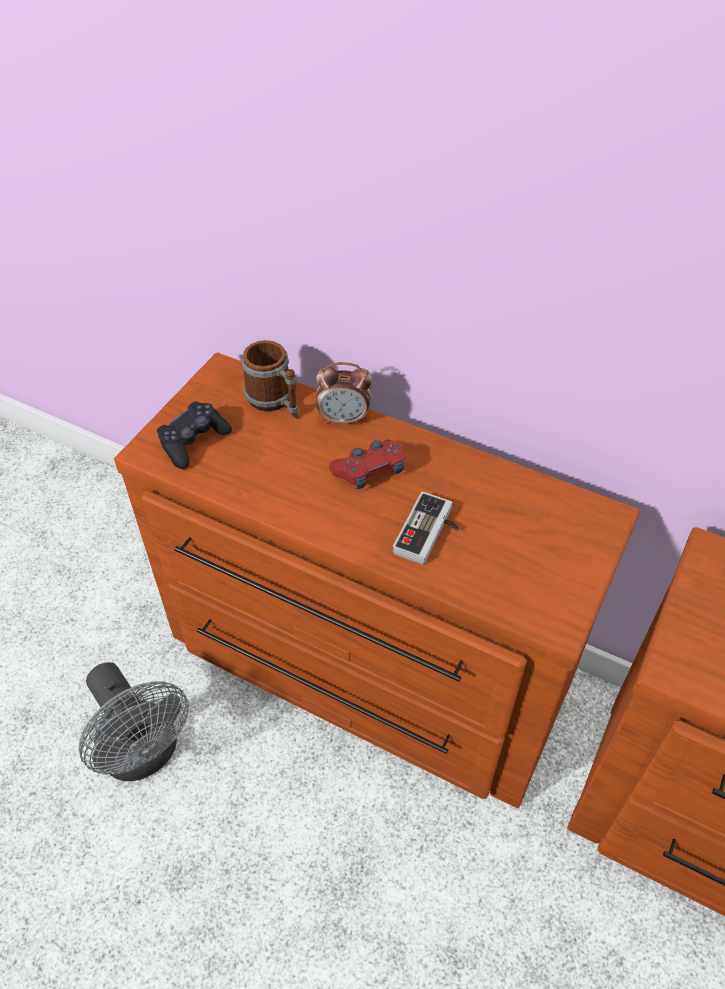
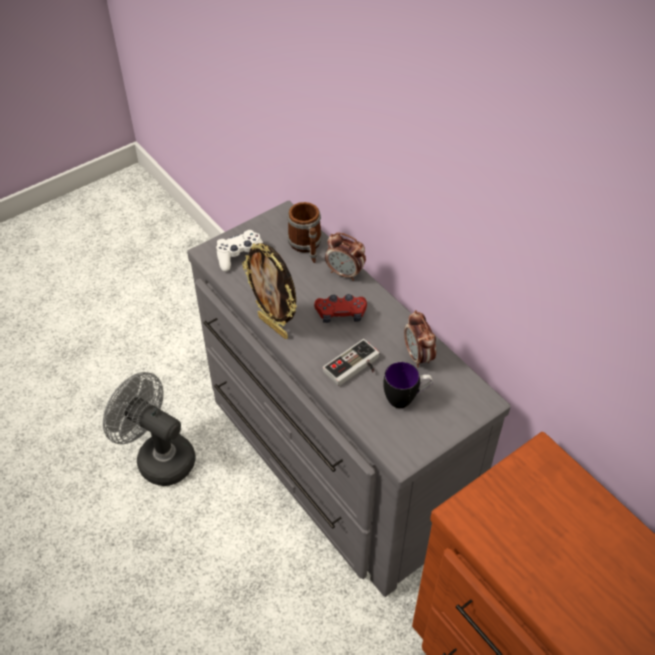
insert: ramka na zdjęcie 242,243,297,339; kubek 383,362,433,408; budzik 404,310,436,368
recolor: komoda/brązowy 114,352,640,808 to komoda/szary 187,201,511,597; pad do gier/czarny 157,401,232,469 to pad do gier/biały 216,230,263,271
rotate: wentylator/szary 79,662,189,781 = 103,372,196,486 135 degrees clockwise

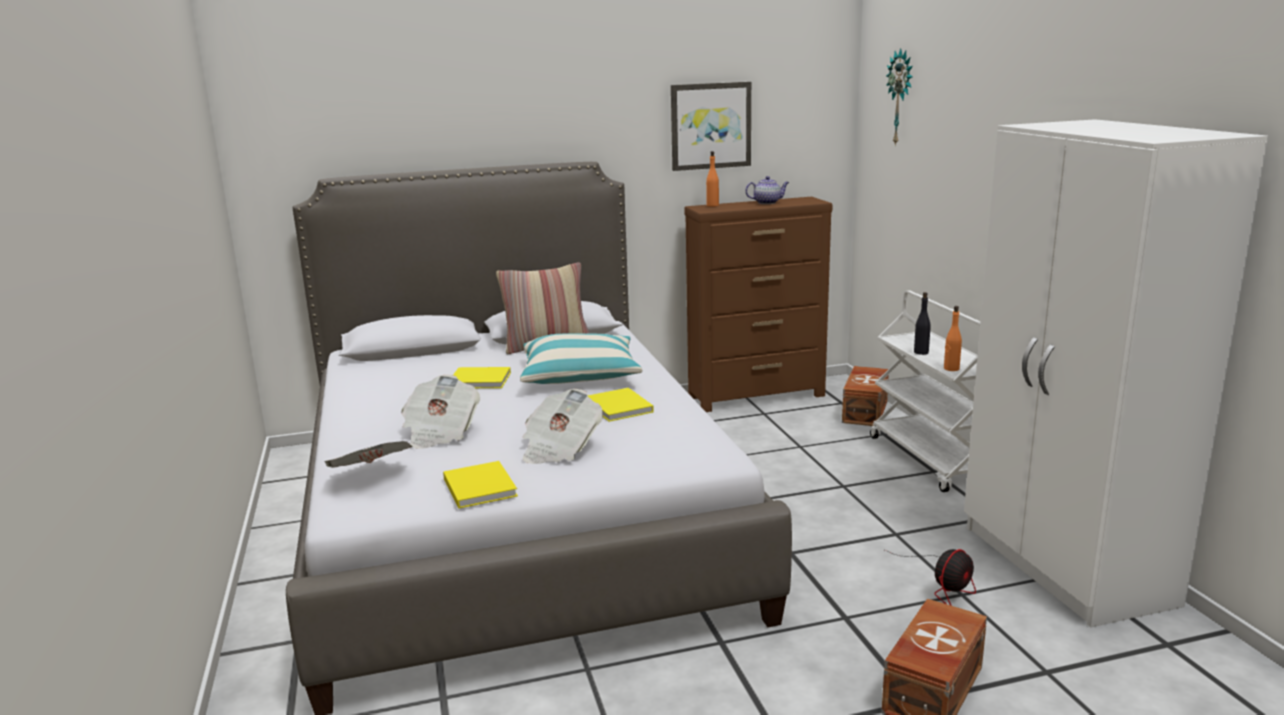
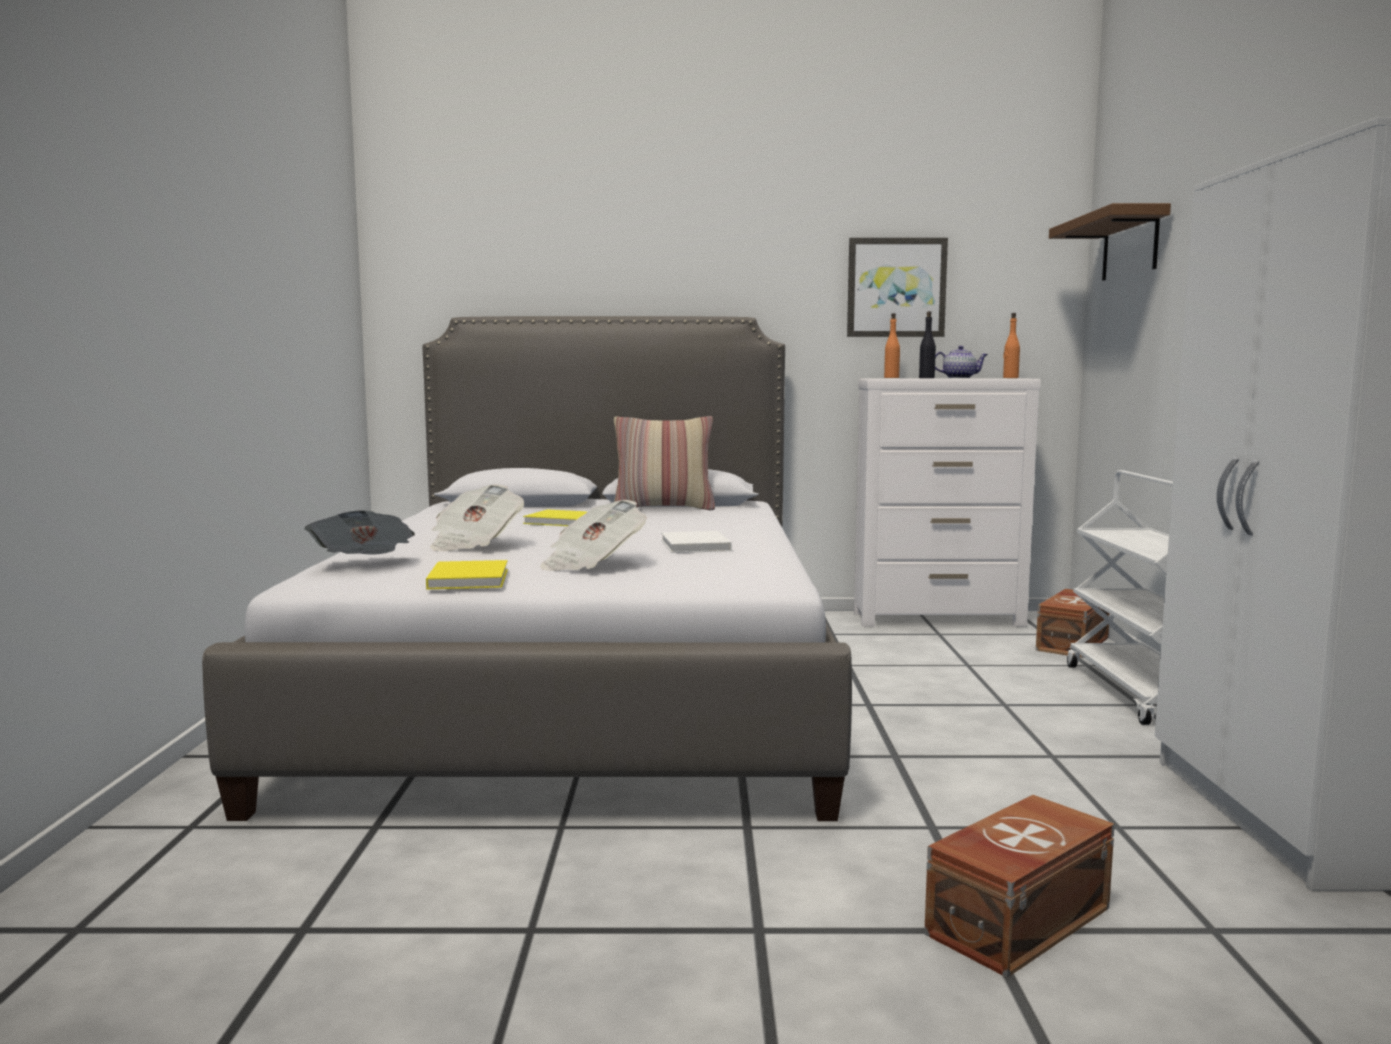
delete: poduszka 520,333,642,384; wentylator 885,549,976,606
move: butelka/czarny 914,292,931,355 to 919,311,936,378; butelka/pomarańczowy 944,306,962,371 to 1003,313,1020,378
replace: zegar ścienny 886,48,913,146 to półka/brązowy 1049,203,1171,281
recolor: książka/żółty 588,388,654,422 to książka/biały 661,531,732,553; komoda/brązowy 684,197,833,412 to komoda/biały 854,378,1041,627

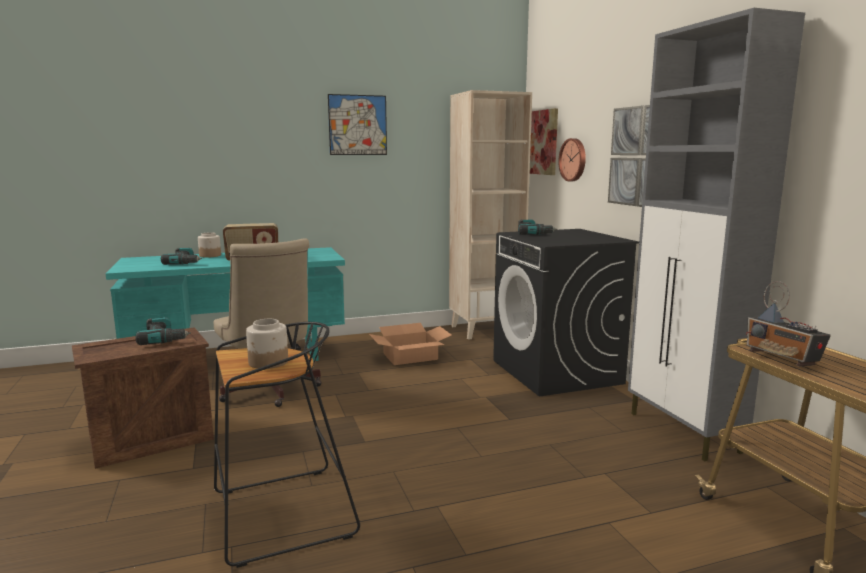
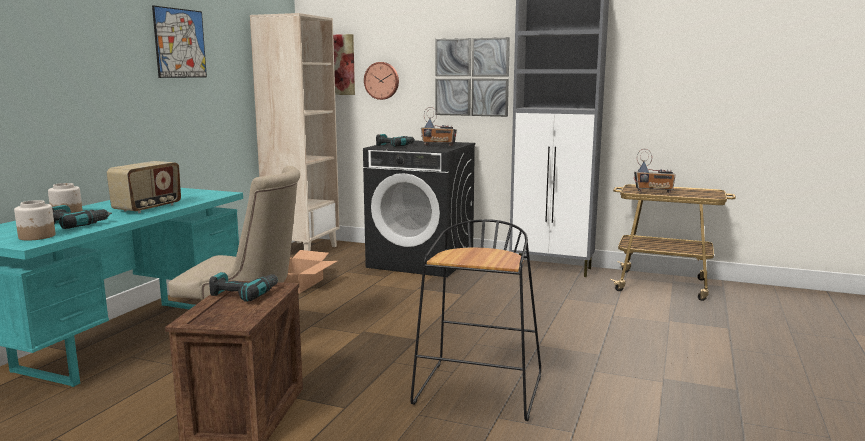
insert: radio 421,107,457,146
move: słoik 246,319,288,369 to 14,200,56,241

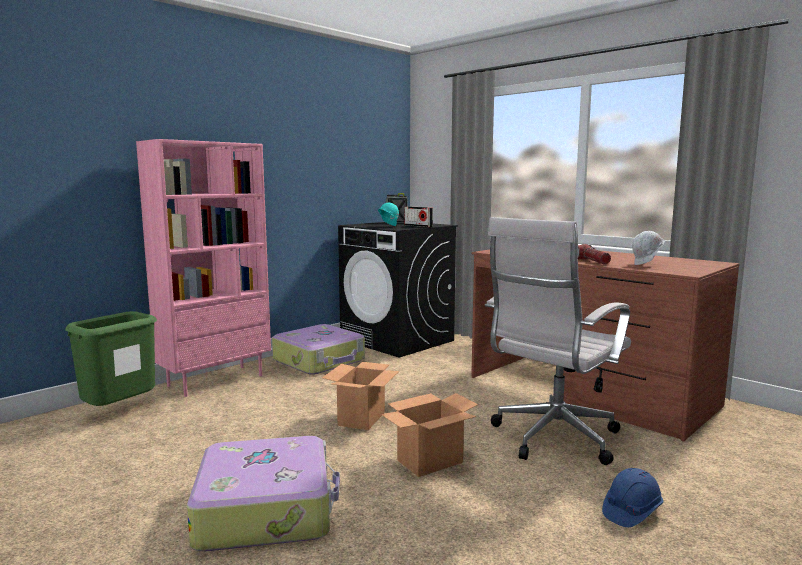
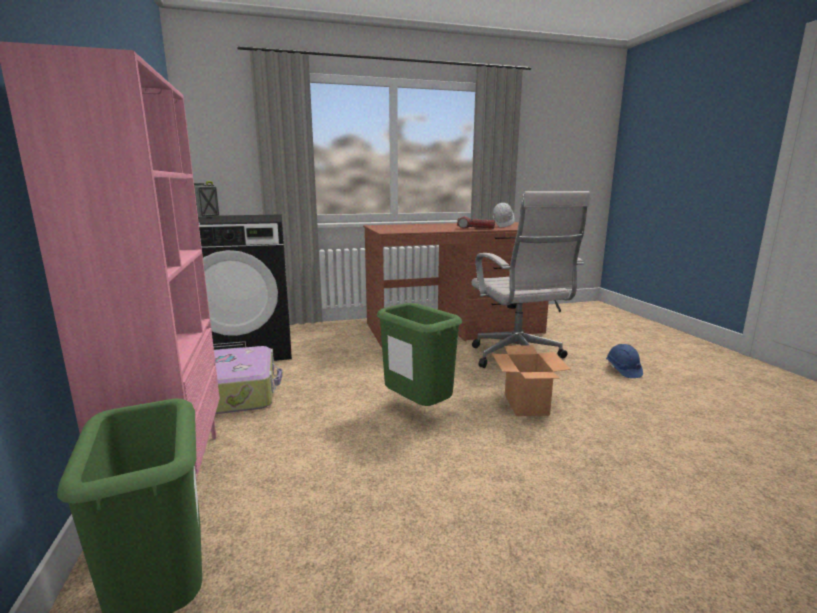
delete: walizka 187,436,340,551; kask/turkusowy 378,202,399,226; radio 405,206,433,227
replace: karton 322,362,399,430 to kosz na śmieci/zielony 377,303,462,406

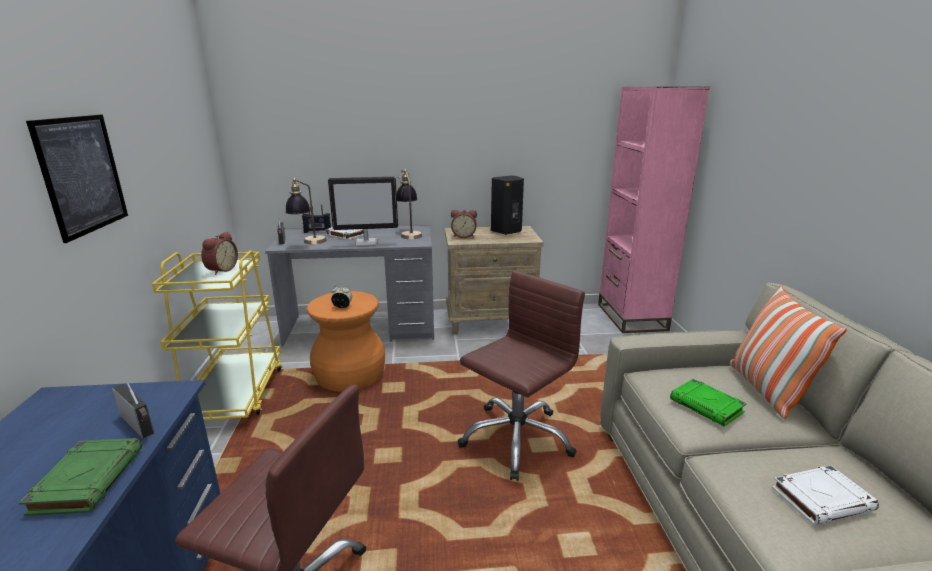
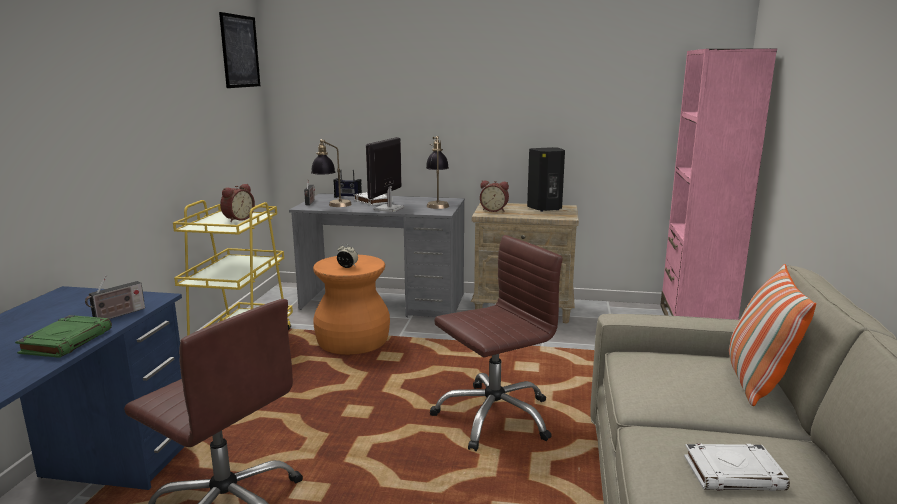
delete: książka/zielony 670,379,747,426
move: obraz 26,115,128,243 to 219,12,260,88
rotate: radio 112,382,154,438 = 85,275,145,319 75 degrees clockwise; monitor 328,177,398,247 = 366,137,404,212 105 degrees clockwise

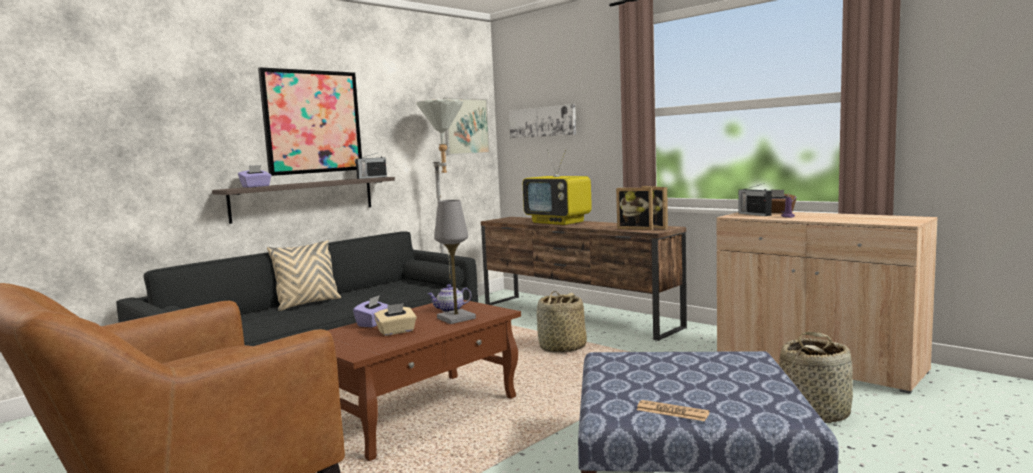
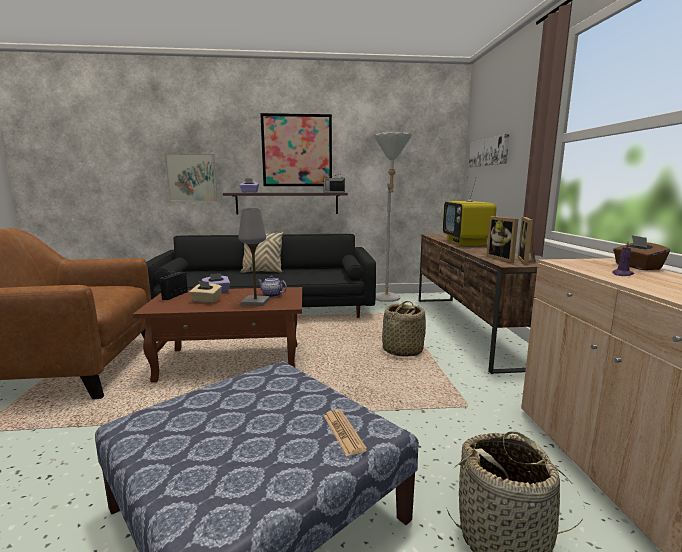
move: obraz 443,98,490,155 to 164,153,217,202; gazeta 636,400,710,421 to 324,409,367,456; radio 738,183,772,216 to 160,271,188,300

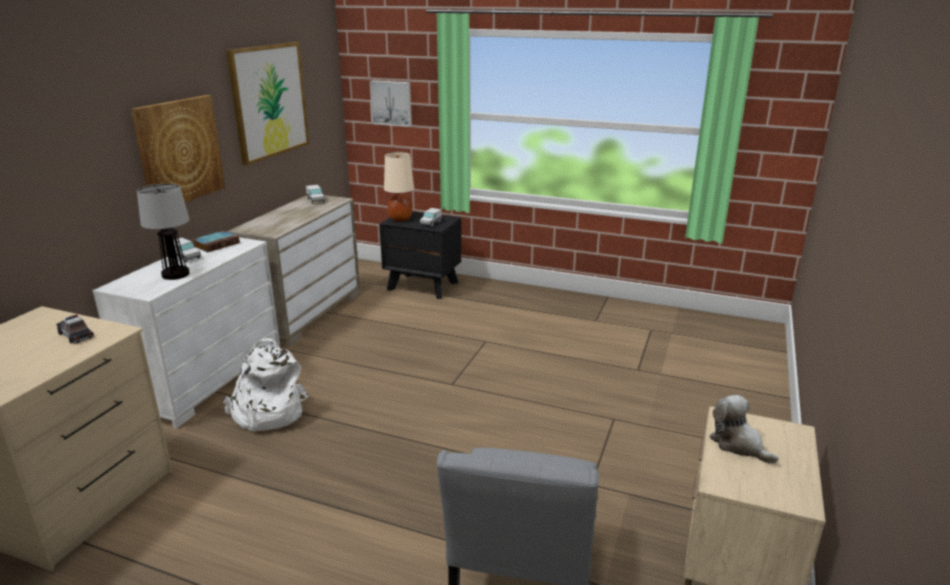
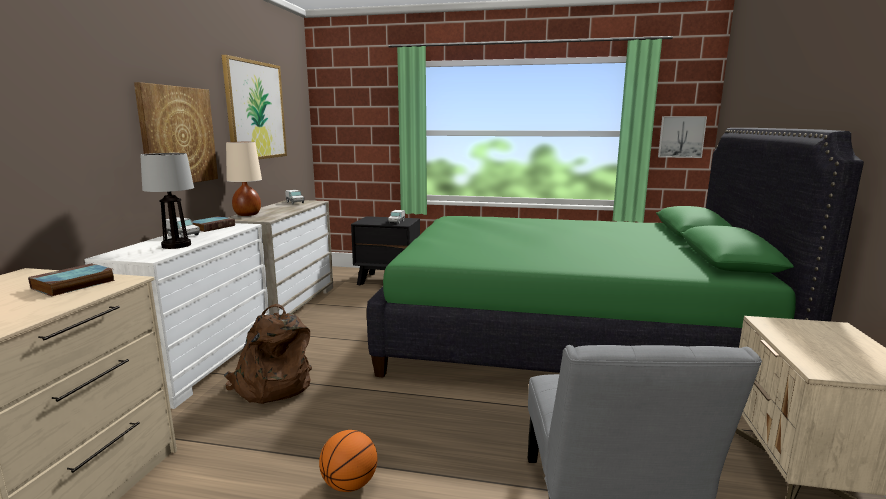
delete: pluszak 709,395,779,464
insert: piłka do koszykówki 319,430,377,492; łóżko/zielony 367,128,864,378
move: obraz 370,80,412,127 to 658,116,707,158; lampa stołowa/beżowy 384,152,414,222 to 226,142,262,216
replace: samochodzik 56,314,94,343 to książka 28,263,115,296
recolor: plecak/biały 222,338,308,432 to plecak/brązowy 224,304,312,404

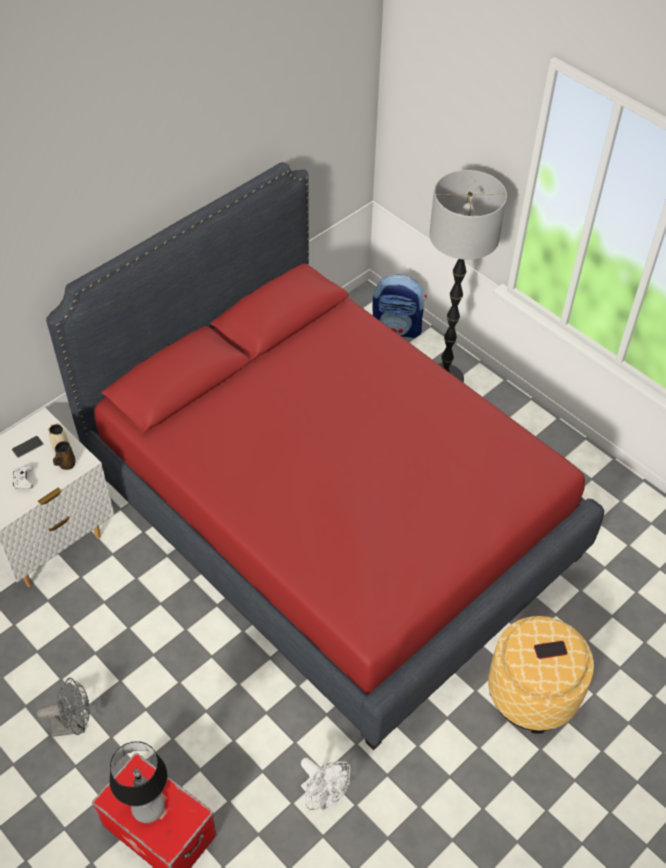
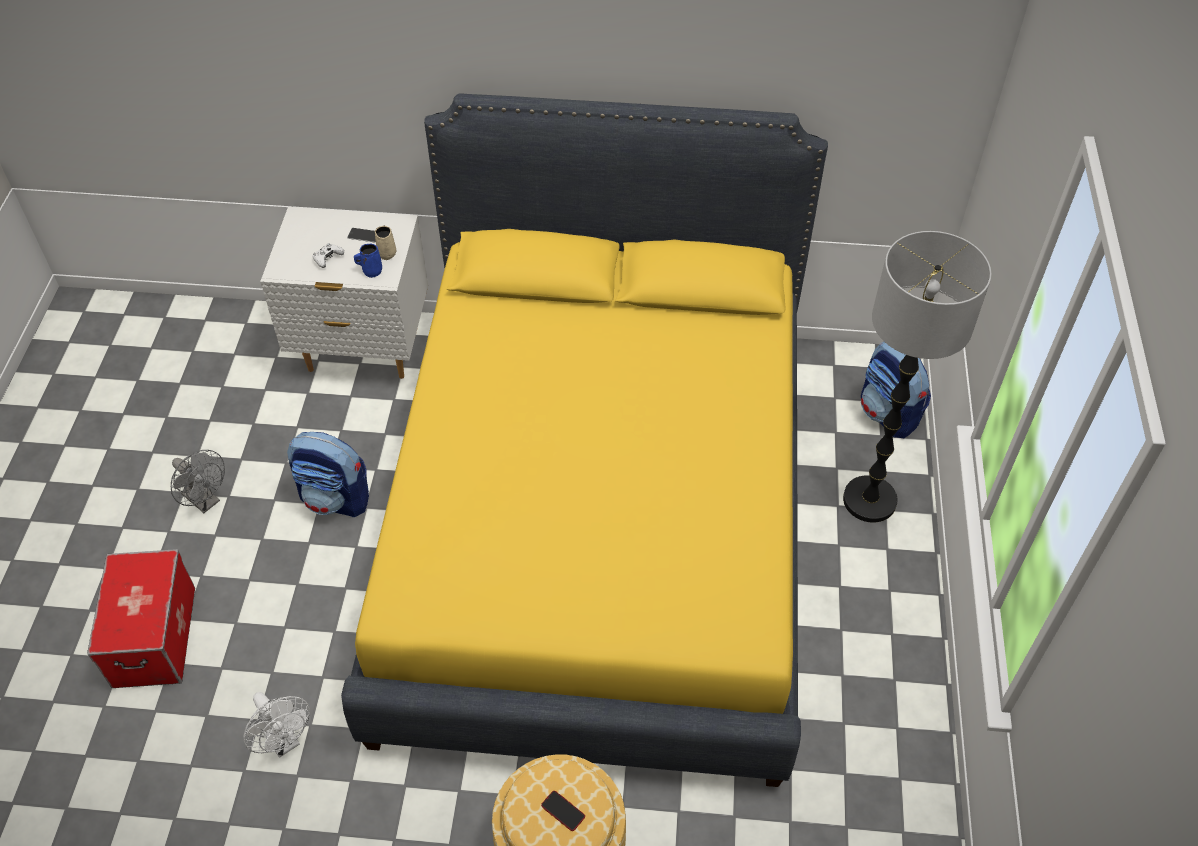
delete: lampa stołowa 109,742,168,823
insert: plecak 287,432,369,517
recolor: łóżko/czerwony 46,162,605,750 to łóżko/żółty 341,93,828,787; kubek/brązowy 53,441,76,470 to kubek/niebieski 354,244,382,278
rotate: wentylator/biały 301,758,350,811 = 243,692,310,758 45 degrees counterclockwise

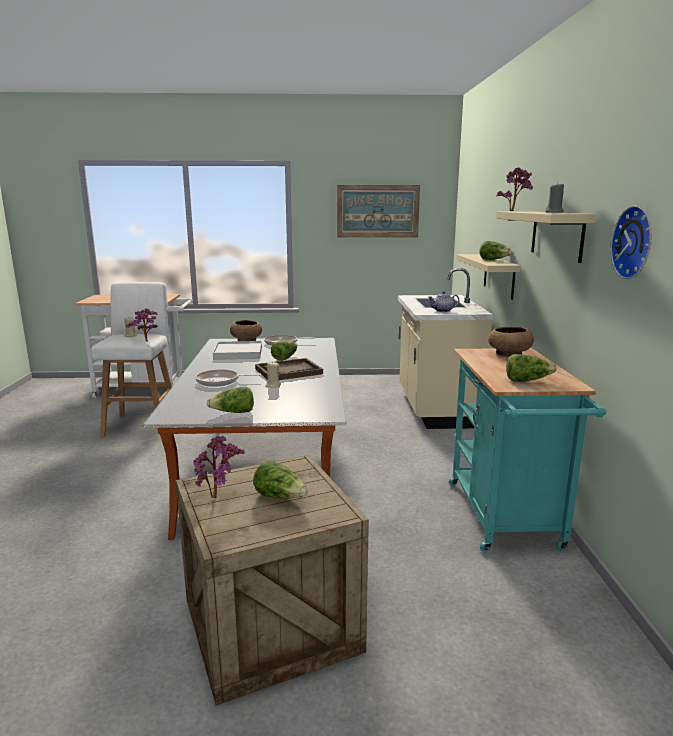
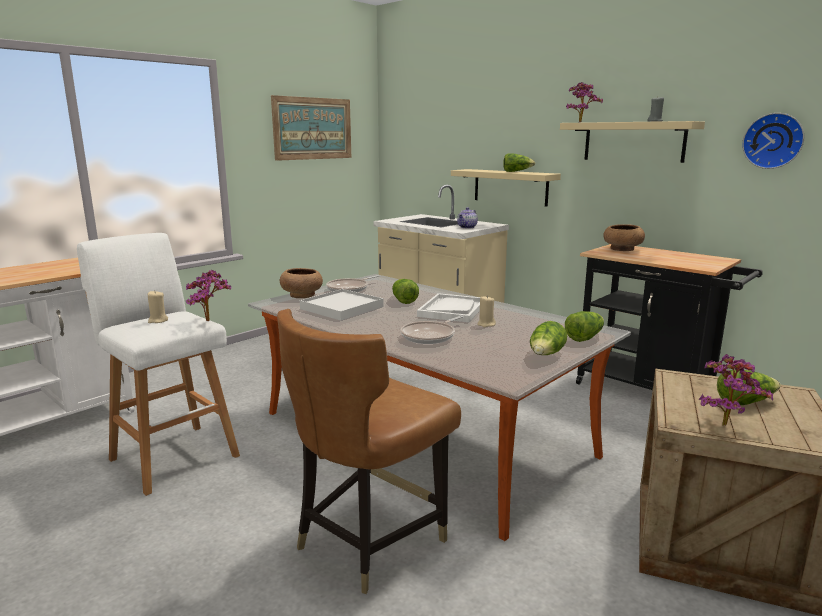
insert: krzesło/brązowy 277,309,461,594
move: sałata 506,354,556,382 to 565,311,604,342
recolor: taca/brązowy 255,358,323,380 to taca/biały 417,293,480,323; wózek/turkusowy 449,348,606,552 to wózek/czarny 576,244,763,390

